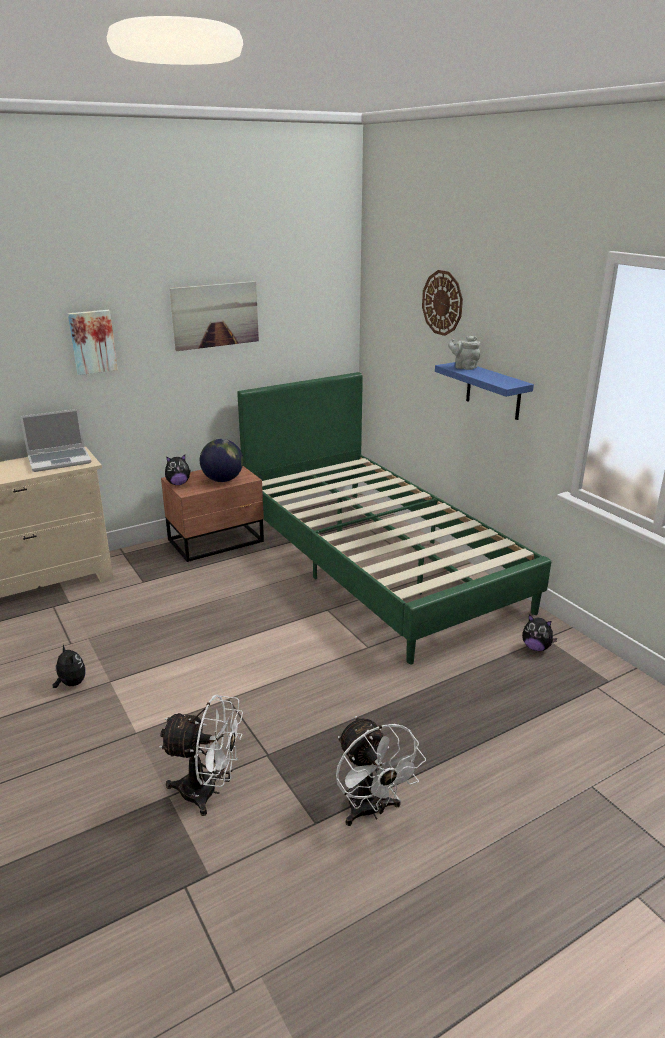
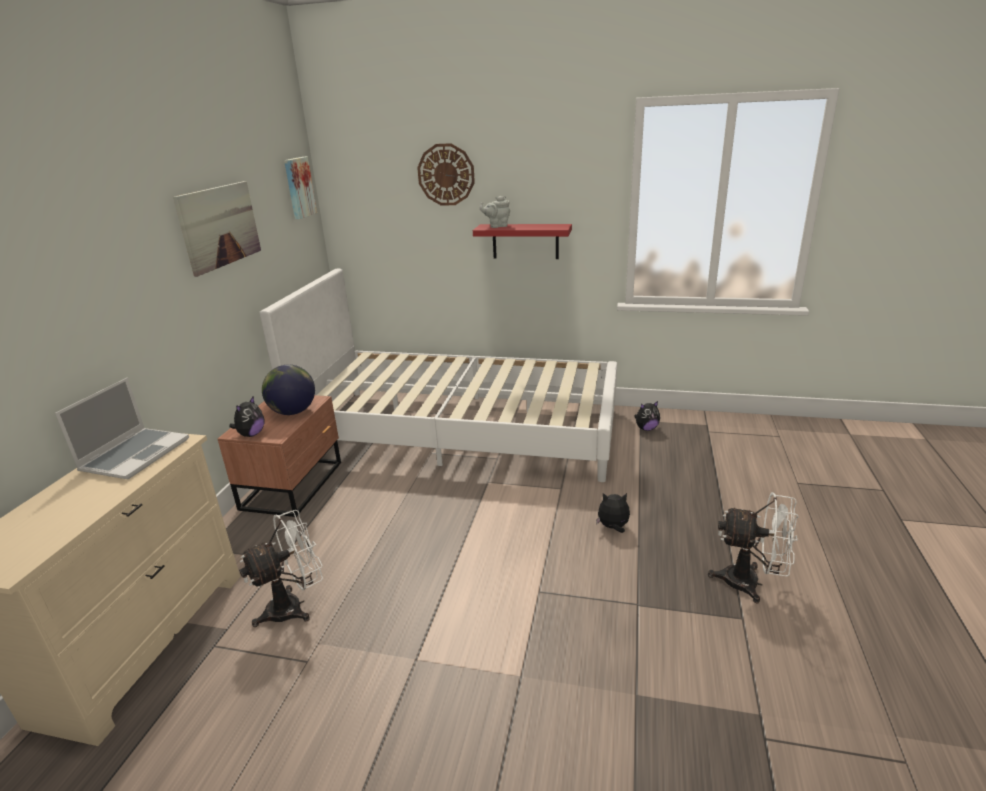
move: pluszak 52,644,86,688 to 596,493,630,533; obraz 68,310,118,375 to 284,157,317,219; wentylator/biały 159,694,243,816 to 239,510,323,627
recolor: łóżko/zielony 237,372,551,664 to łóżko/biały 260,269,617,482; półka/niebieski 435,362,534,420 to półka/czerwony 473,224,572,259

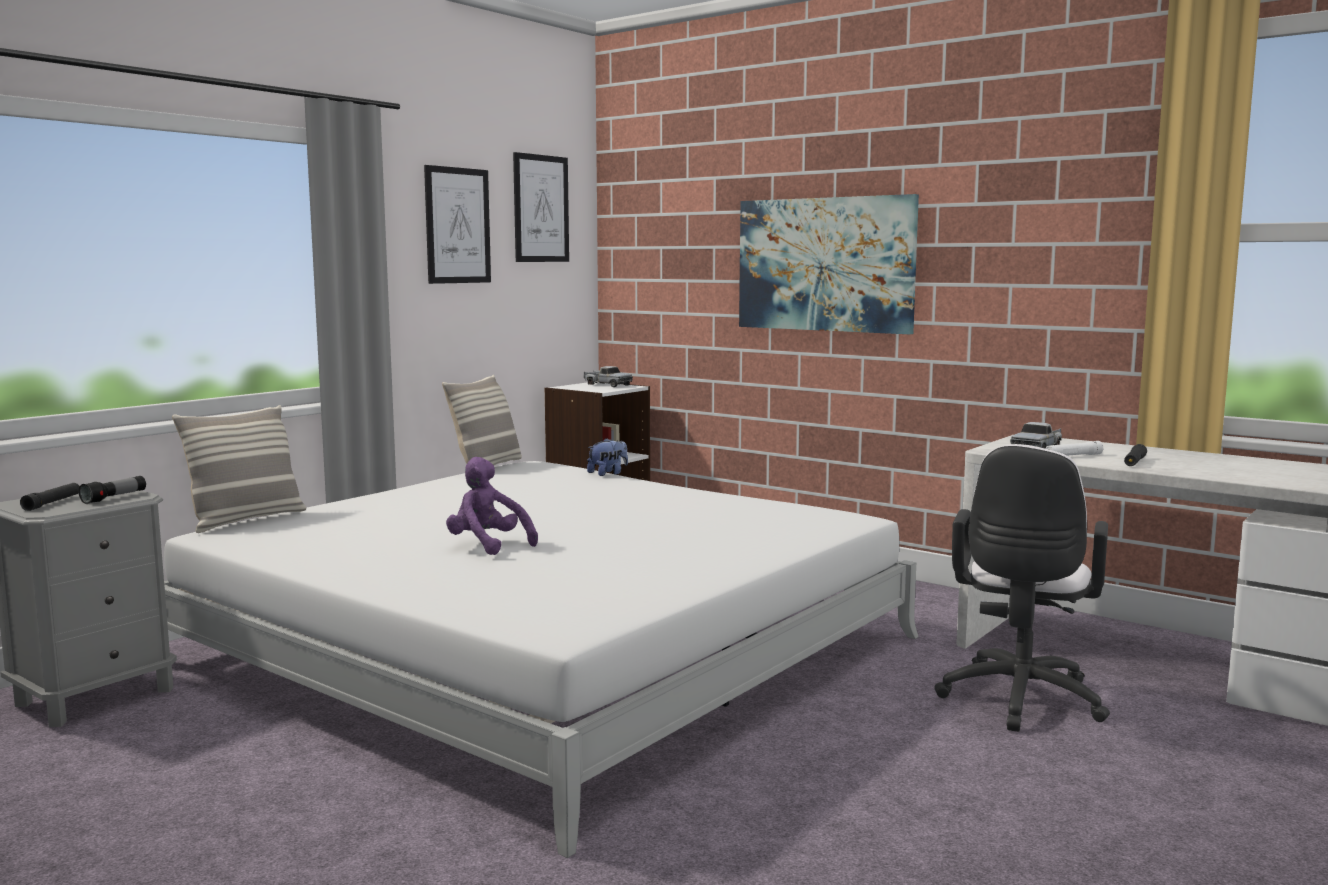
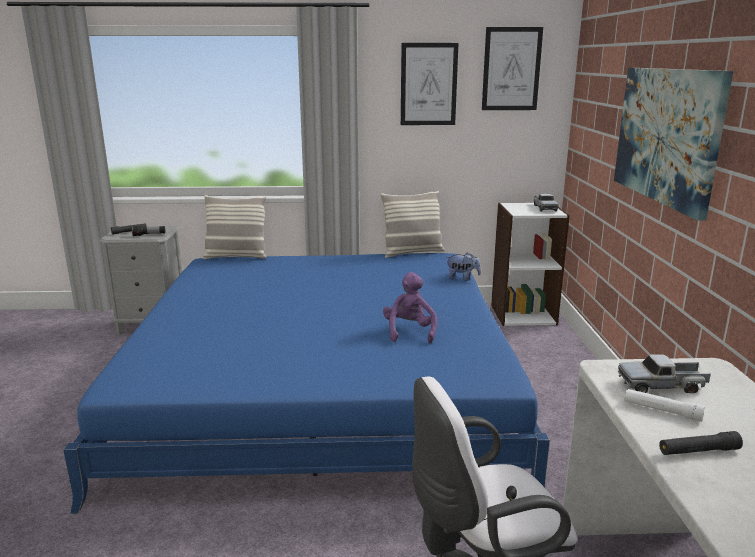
move: pluszak/fioletowy 446,457,538,555 to 383,272,437,343
recolor: łóżko/biały 164,461,919,858 to łóżko/niebieski 63,253,550,514

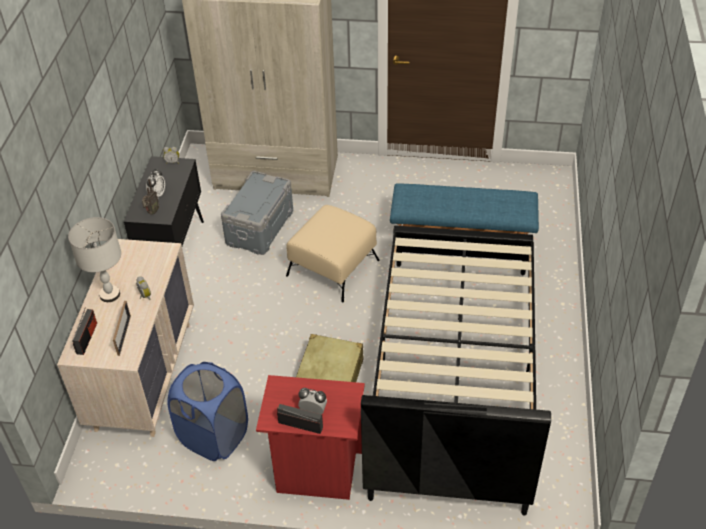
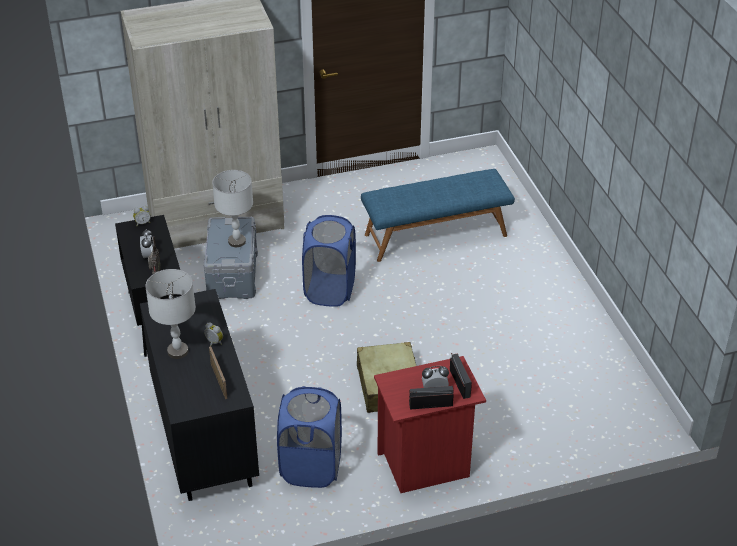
delete: łóżko/czarny 361,226,551,516
insert: lampa stołowa/szary 212,170,253,247
move: radio 72,307,97,355 to 450,353,472,399
replace: pufa/beżowy 286,205,380,303 to kosz na pranie/niebieski 302,215,356,307
recolor: komoda/beżowy 57,239,194,437 to komoda/czarny 140,289,259,501

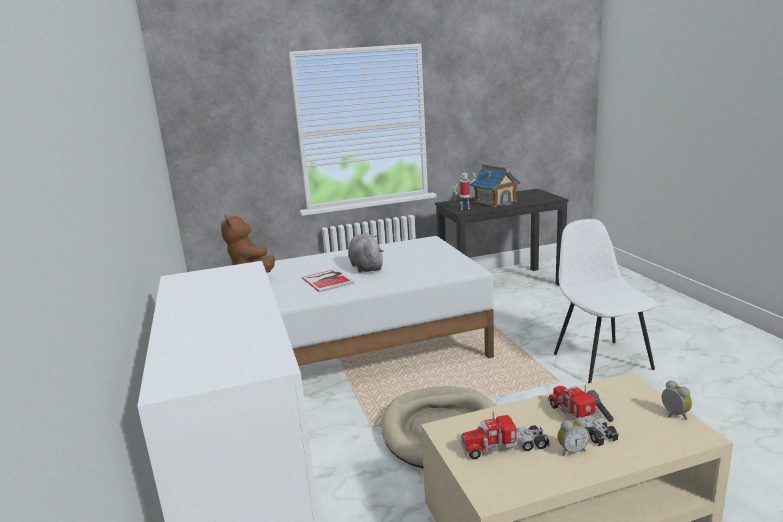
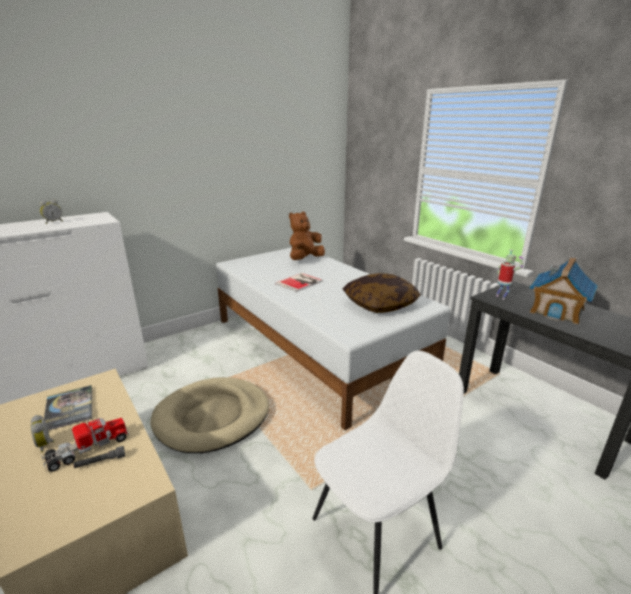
delete: pluszak/szary 348,233,383,273
insert: poduszka 343,273,421,313
move: budzik 662,380,692,420 to 40,199,63,224
replace: ciężarówka zabawkowa 460,412,549,459 to książka 44,385,92,431

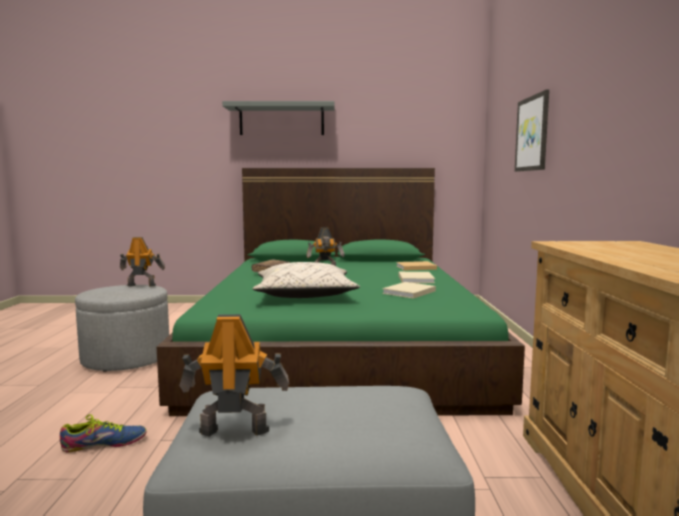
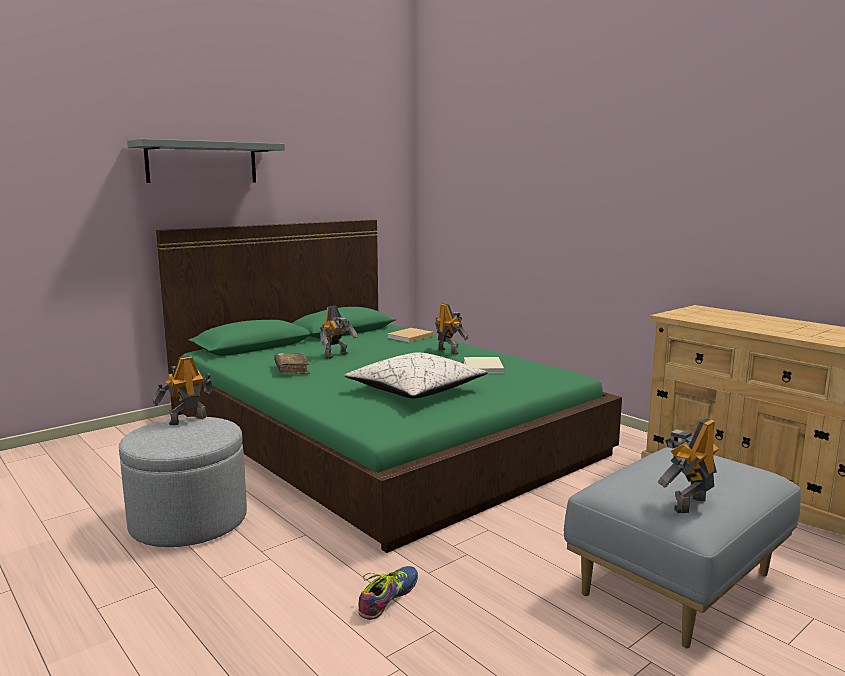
delete: obraz 515,90,549,172
replace: książka/beżowy 399,272,435,283 to robot zabawkowy 435,303,469,355

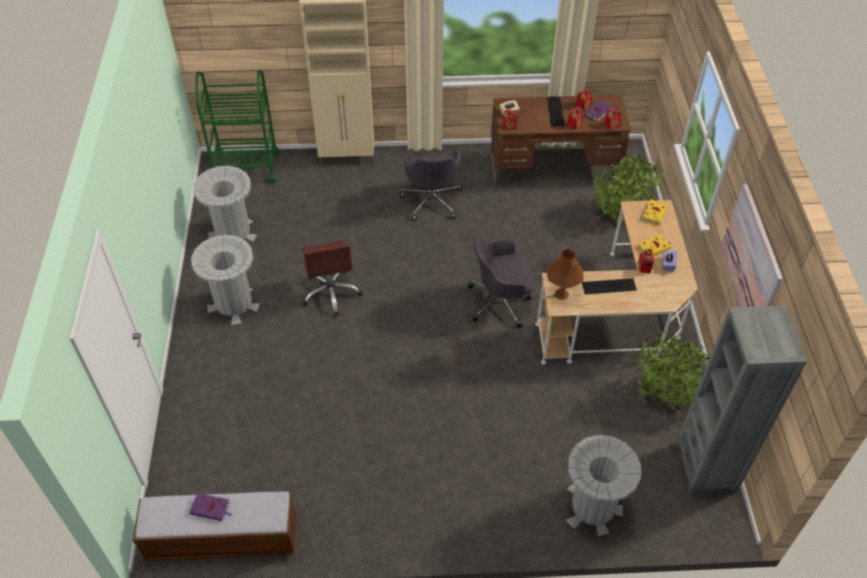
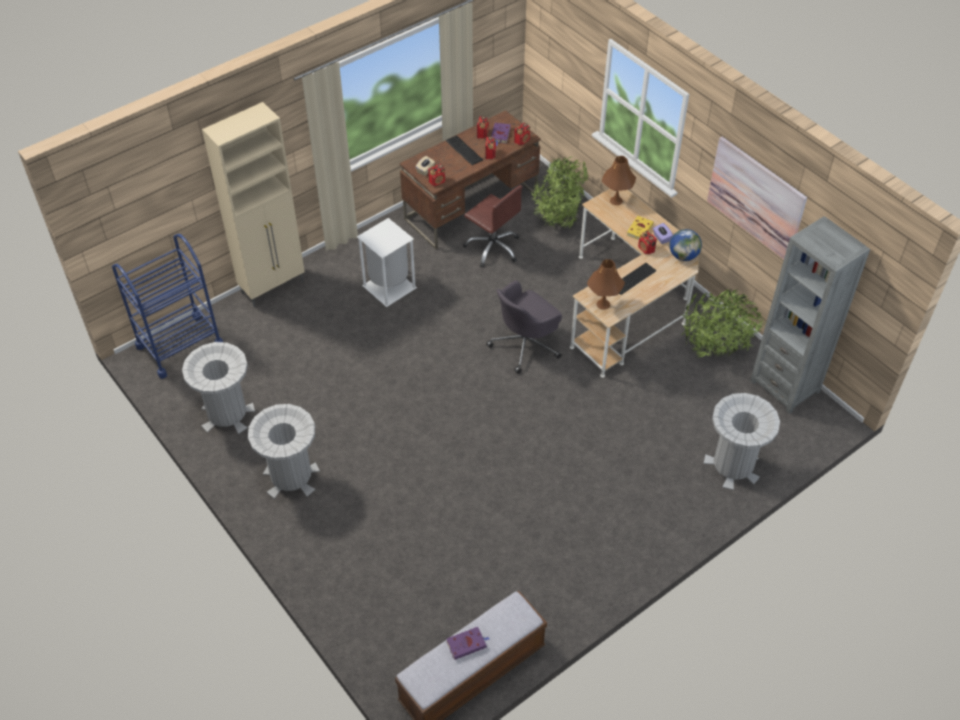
insert: globus 670,229,702,261
move: krzesło biurowe/brązowy 302,240,363,316 to 463,185,522,268
replace: krzesło biurowe/szary 400,150,462,221 to kosz na śmieci/biały 357,218,417,307; książka/żółty 642,199,668,225 to lampa stołowa/brązowy 602,156,636,205
recolor: wózek/zielony 195,70,279,183 to wózek/niebieski 112,234,223,379

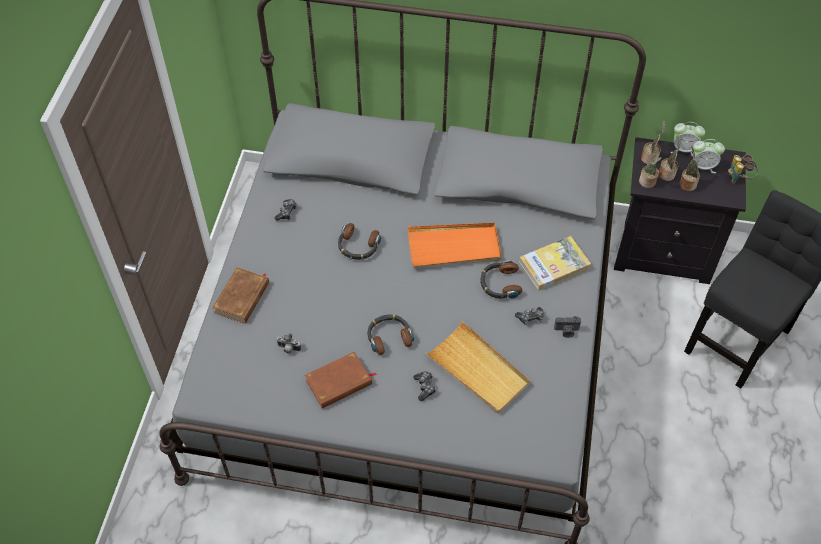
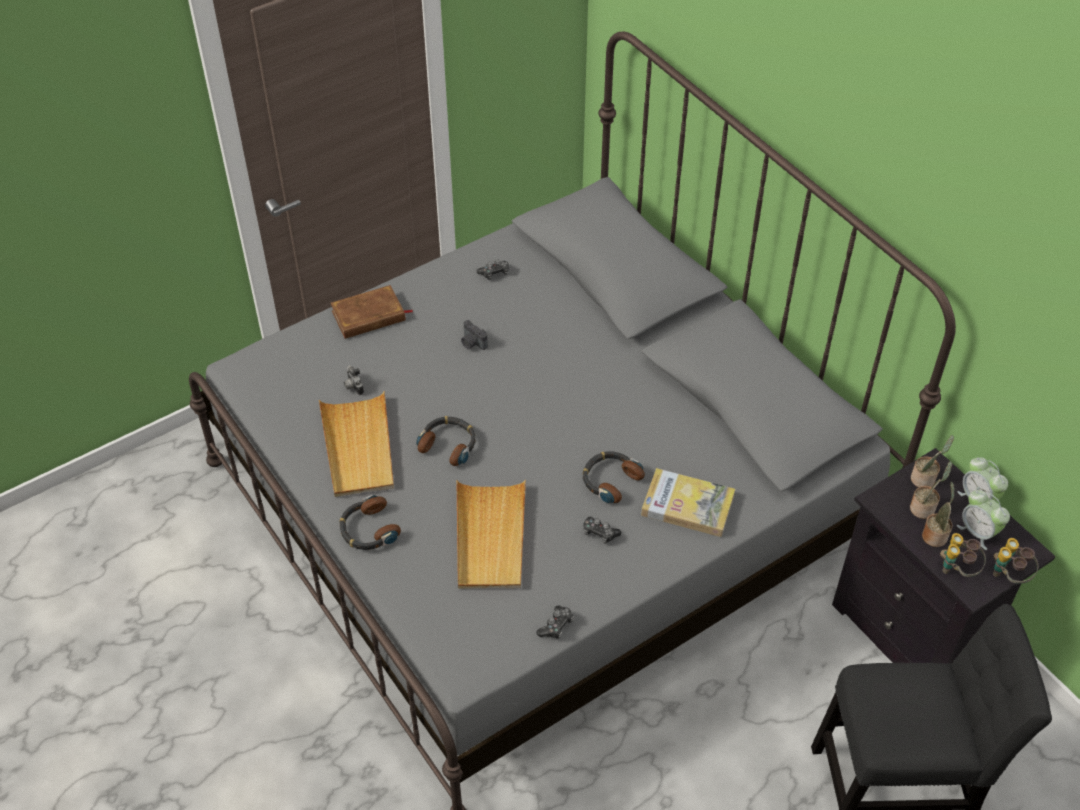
delete: taca/pomarańczowy 408,223,502,267; roślina doniczkowa 639,157,662,188
insert: lornetka 940,533,986,577
move: słuchawki 338,223,381,260 to 339,495,401,550; pad do gier 414,371,436,401 to 536,605,574,639; aparat fotograficzny 554,316,581,338 to 461,320,488,350
replace: książka/brązowy 305,352,377,408 to taca/beżowy 319,391,394,497

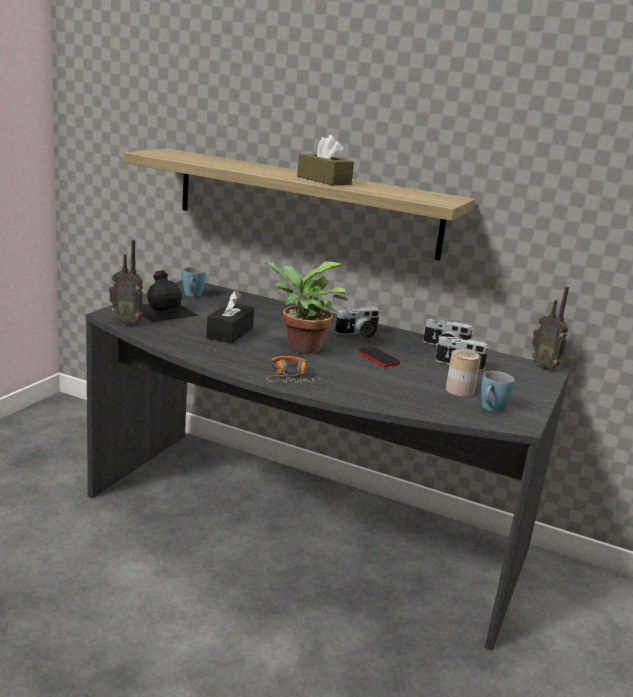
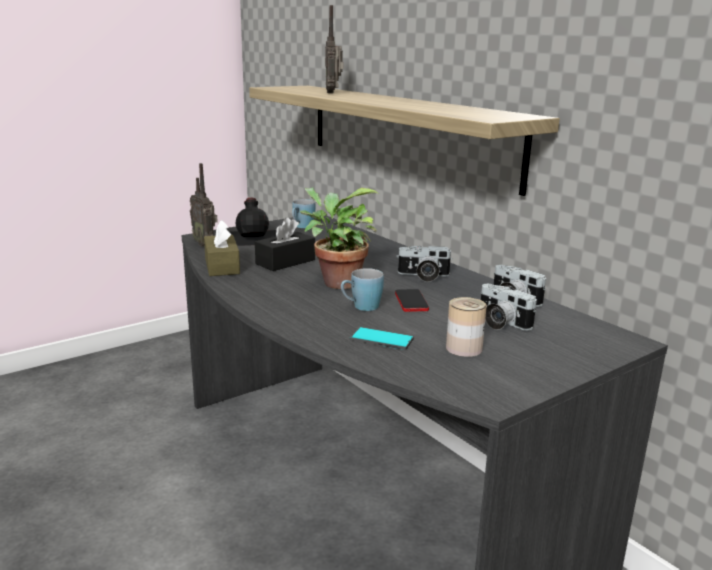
delete: słuchawki 266,356,321,383
insert: telefon 350,327,414,350
move: pudełko chusteczek/brązowy 297,135,354,185 to 204,220,240,276; kubek/niebieski 481,371,514,412 to 341,268,384,311; radio 532,286,569,370 to 325,5,343,93

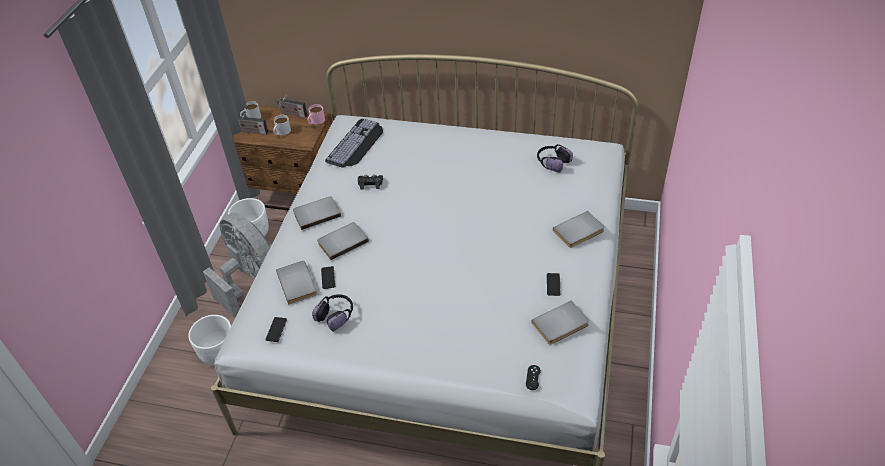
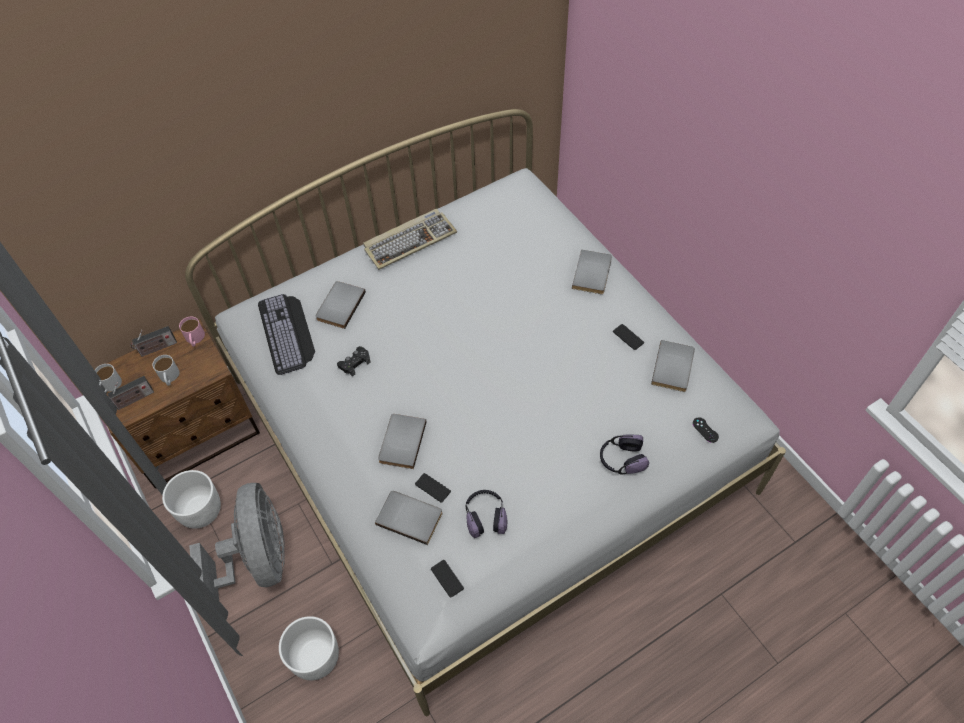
insert: klawiatura 363,209,457,270
move: książka/szary 293,196,341,230 to 316,281,366,329; słuchawki 537,144,573,173 to 600,434,649,475
rotate: wentylator/szary 203,213,271,318 = 189,483,285,600 75 degrees clockwise

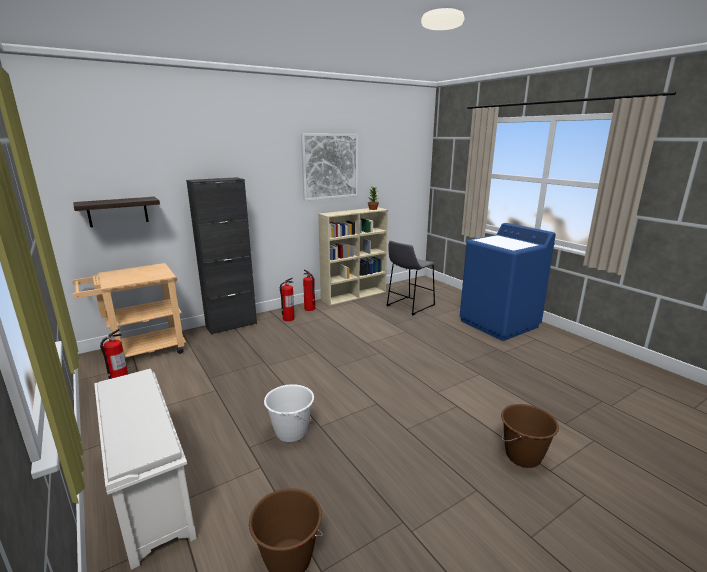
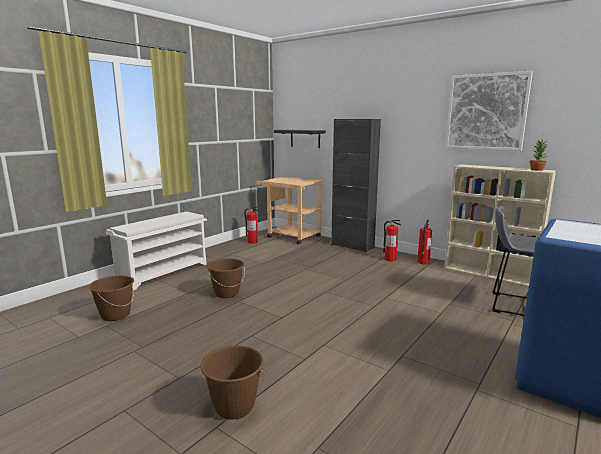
recolor: wiadro/biały 264,384,314,442 to wiadro/brązowy 207,258,245,298

